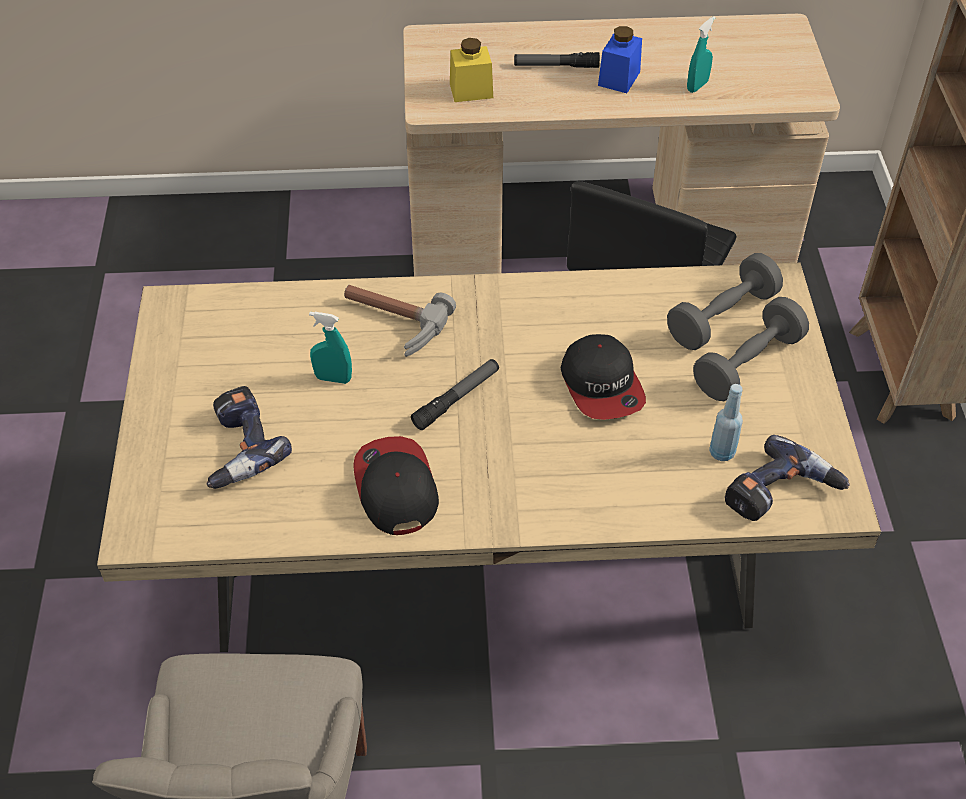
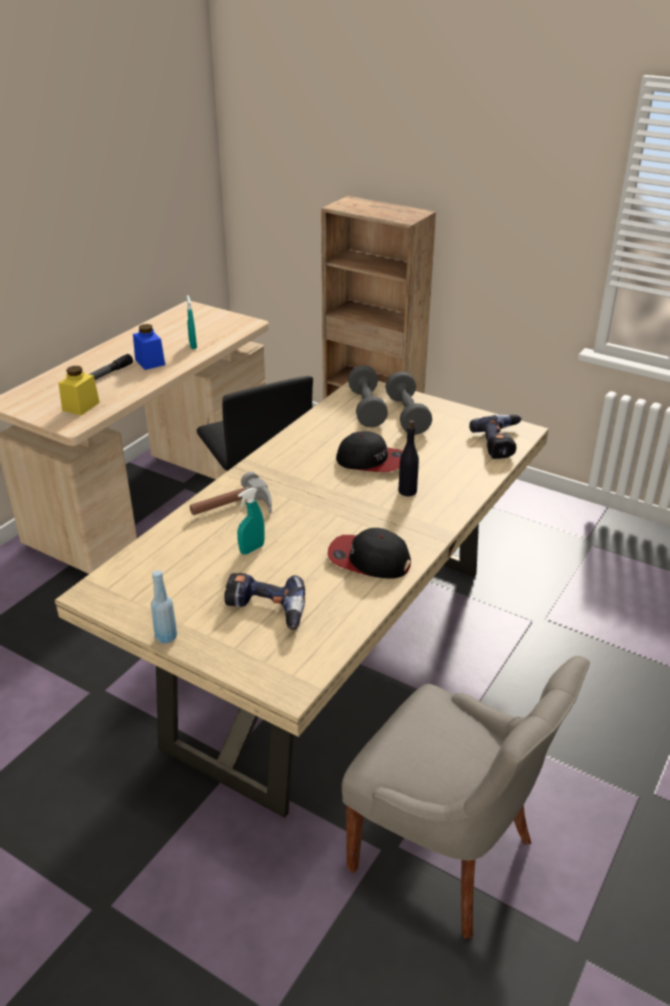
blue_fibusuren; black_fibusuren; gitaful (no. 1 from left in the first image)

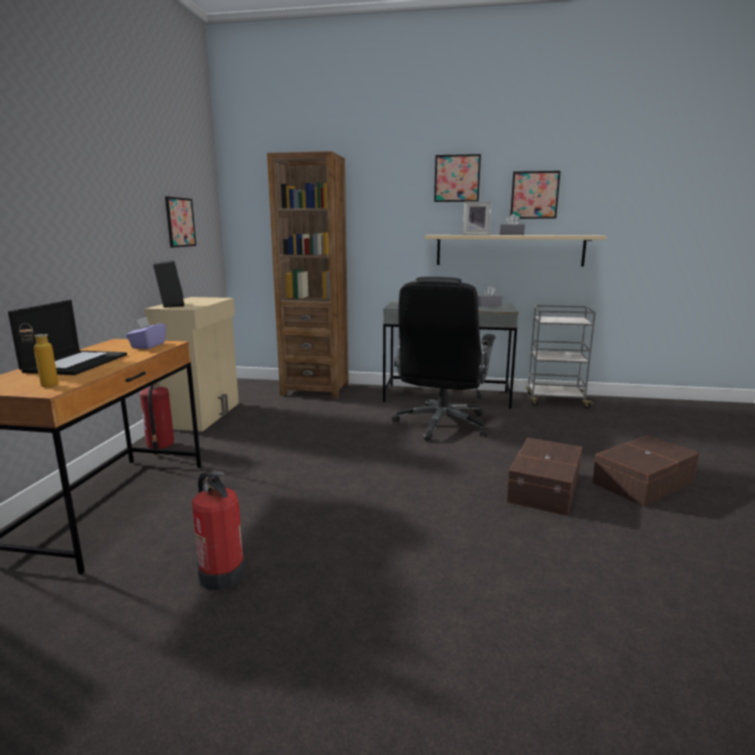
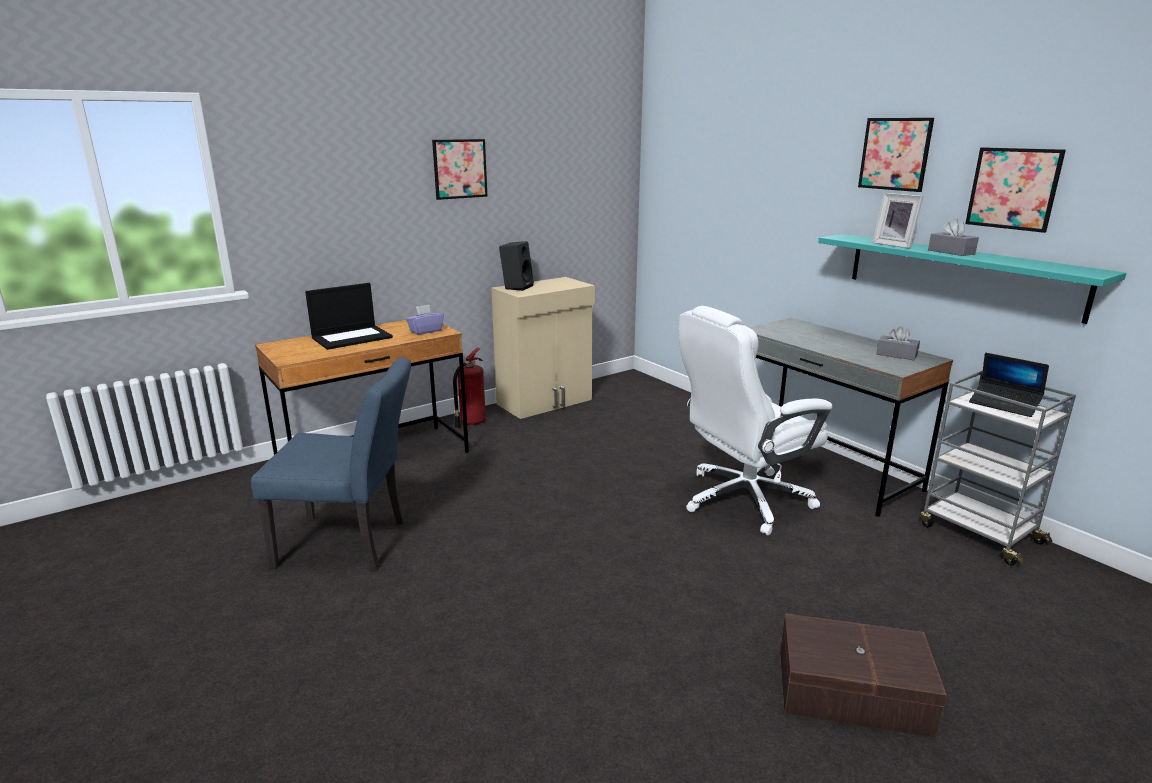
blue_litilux; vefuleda (no. 1 from left); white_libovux; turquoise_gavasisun; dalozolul (no. 2 from left); fibusuren; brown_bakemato; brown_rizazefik (no. 1 from left in the first image)

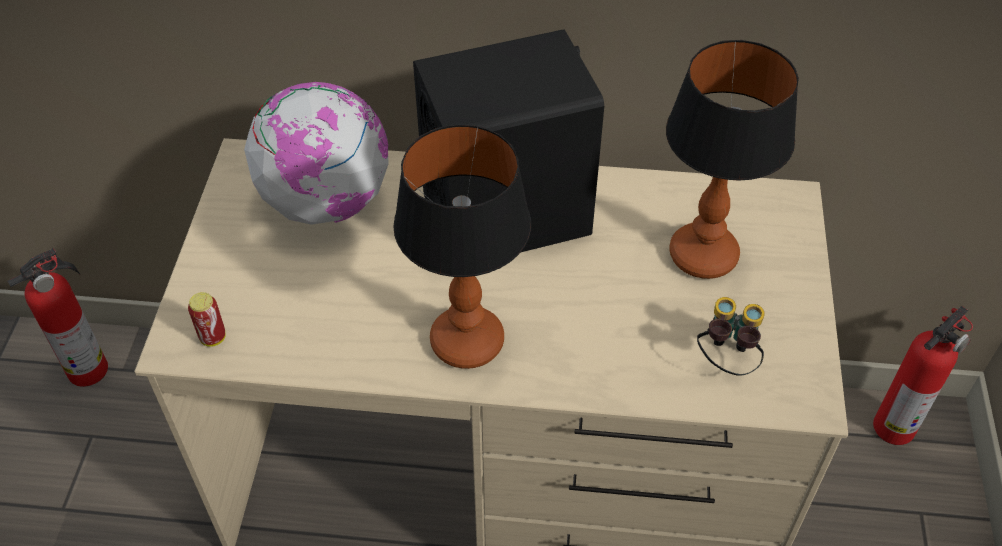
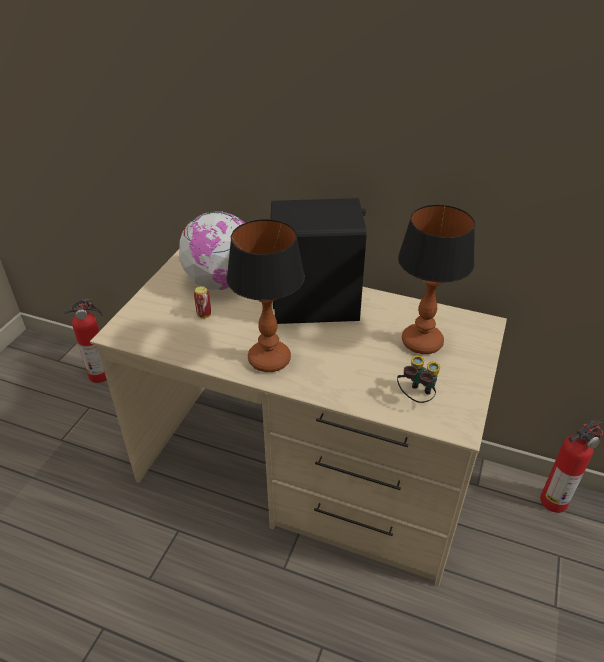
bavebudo

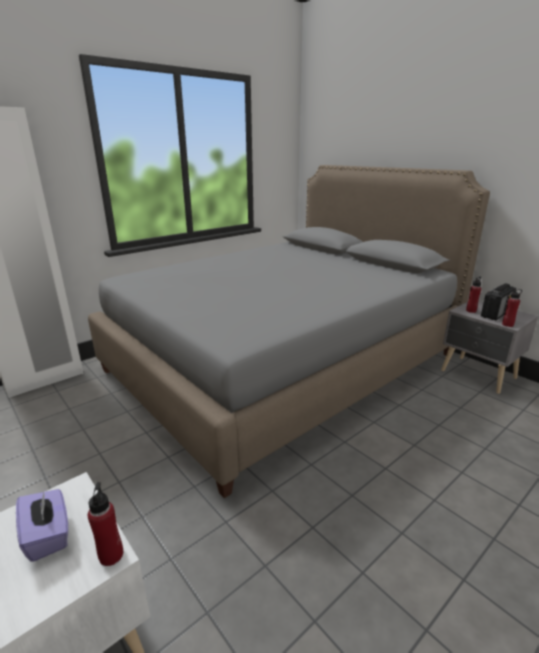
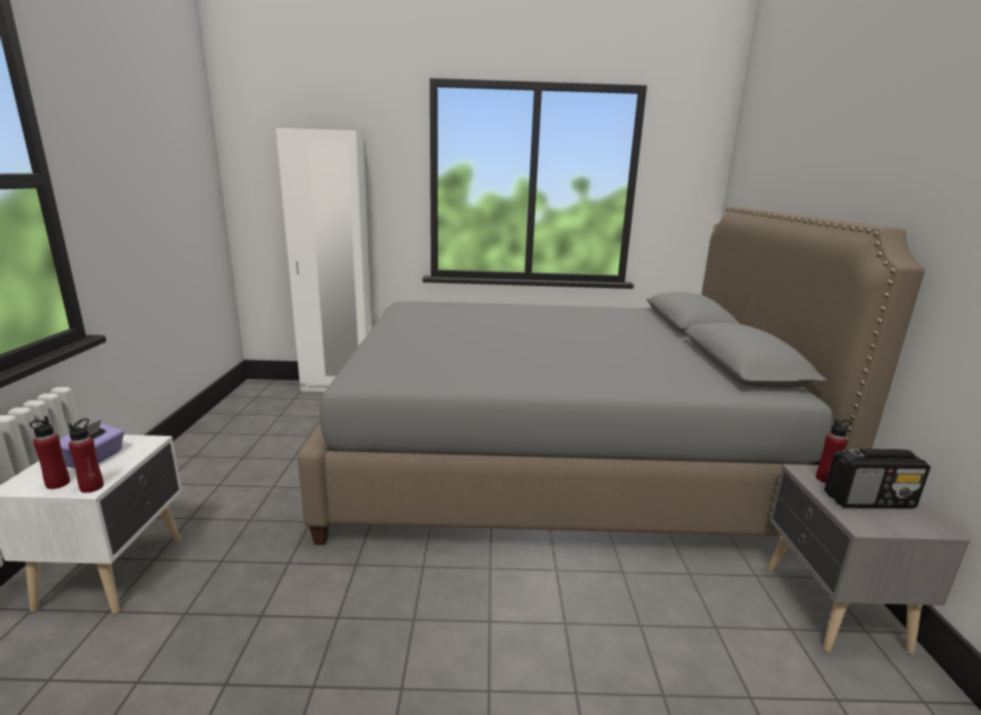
red_fibusuren (no. 1 from left)

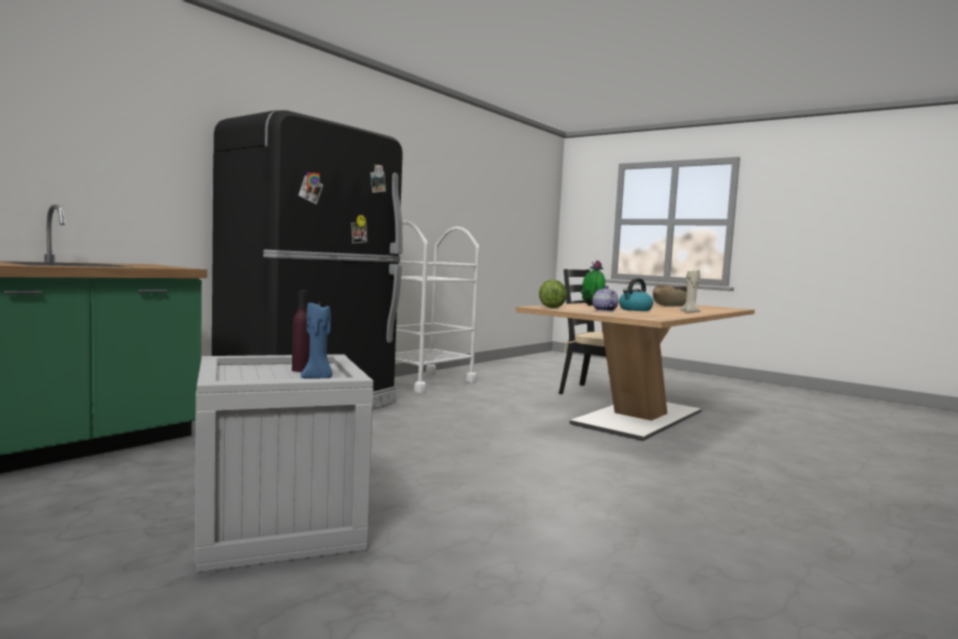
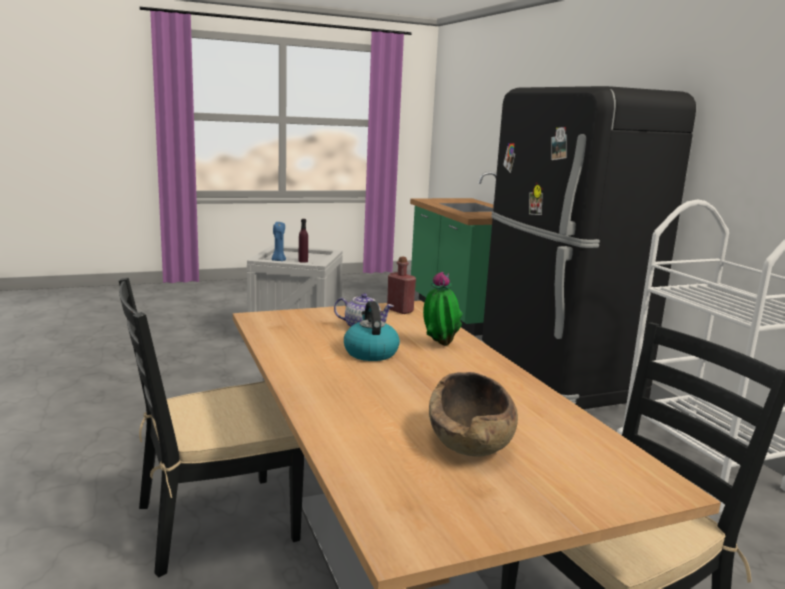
black_litilux (no. 1 from left); red_fibusuren; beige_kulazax

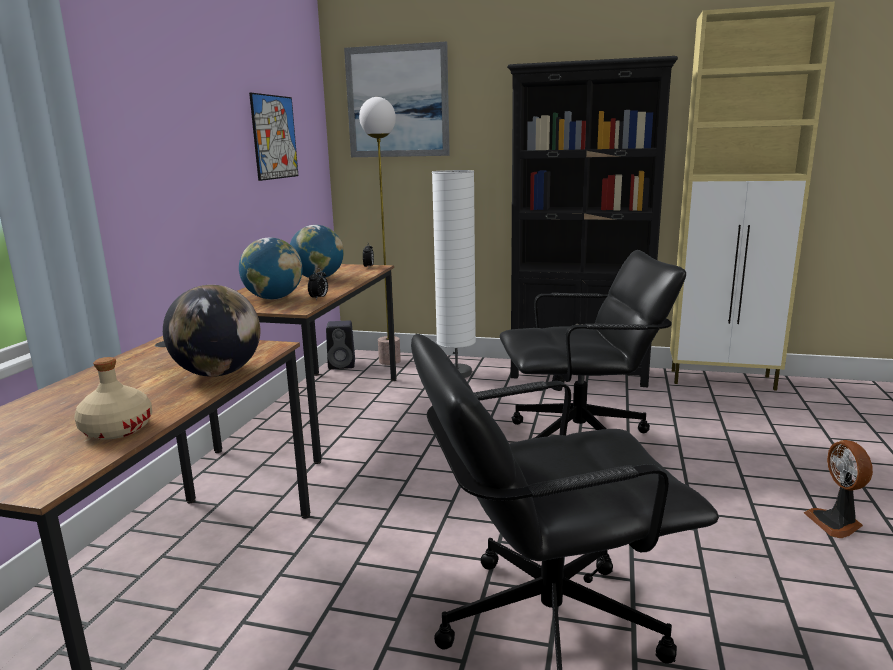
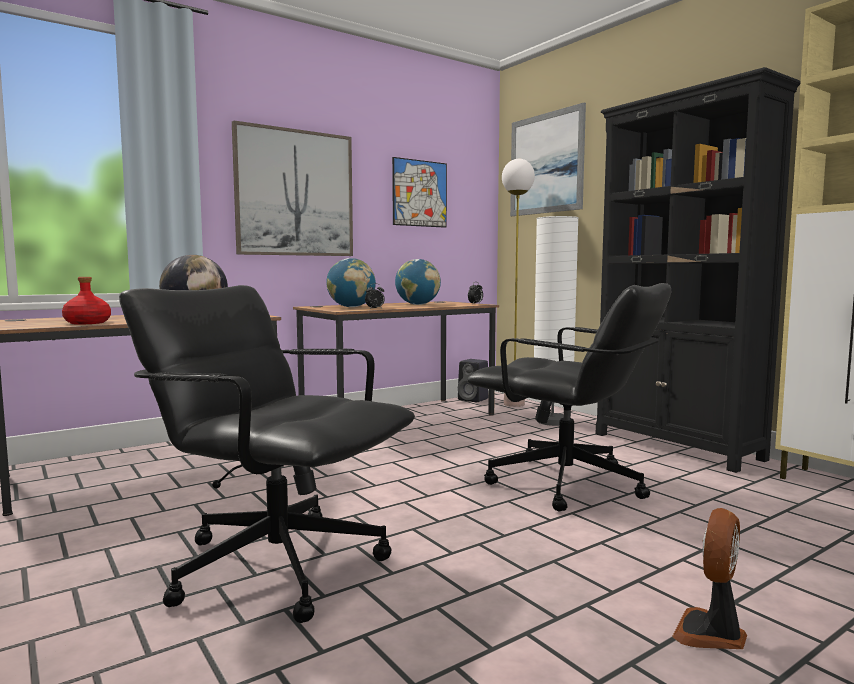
red_fibusuren; vefuleda (no. 1 from left)

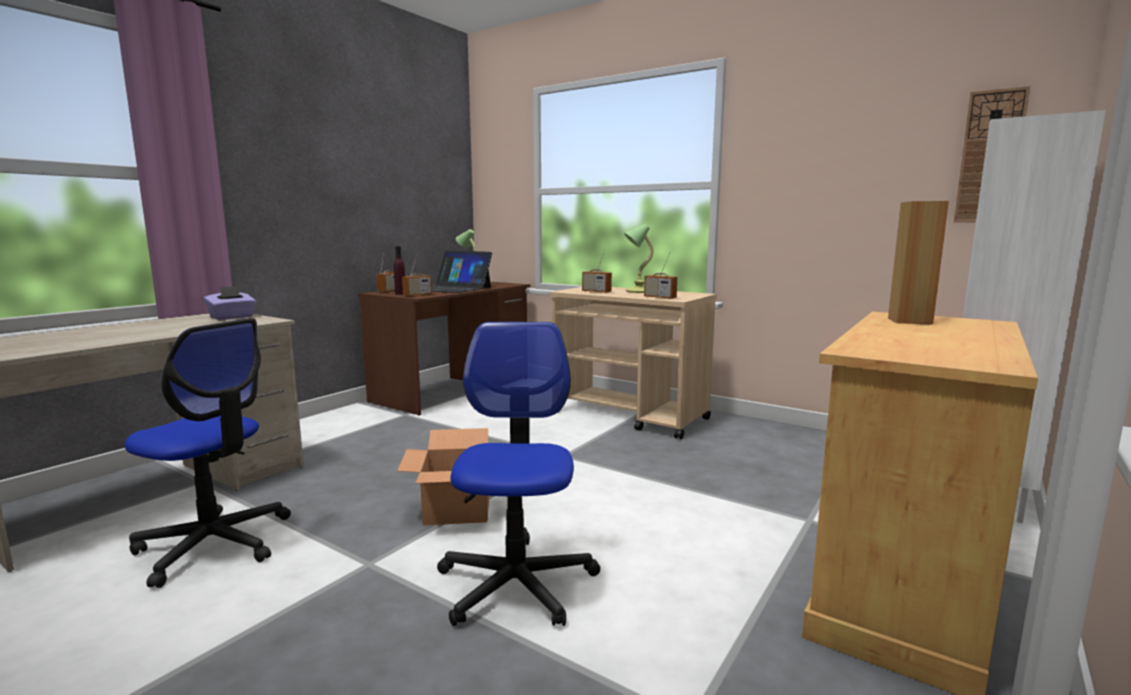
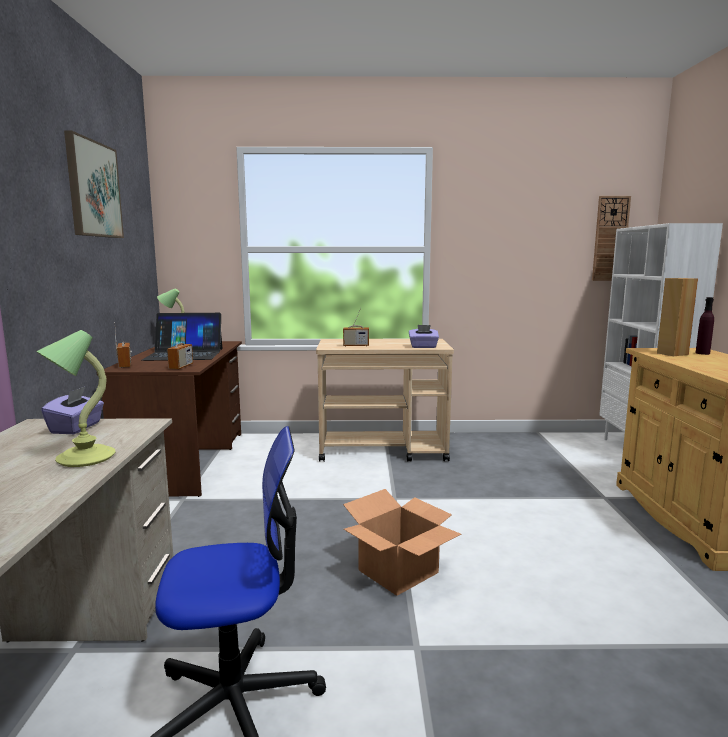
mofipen (no. 1 from left); vefuleda; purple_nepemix (no. 2 from left); purple_fibusuren; libovux (no. 2 from left in the first image)

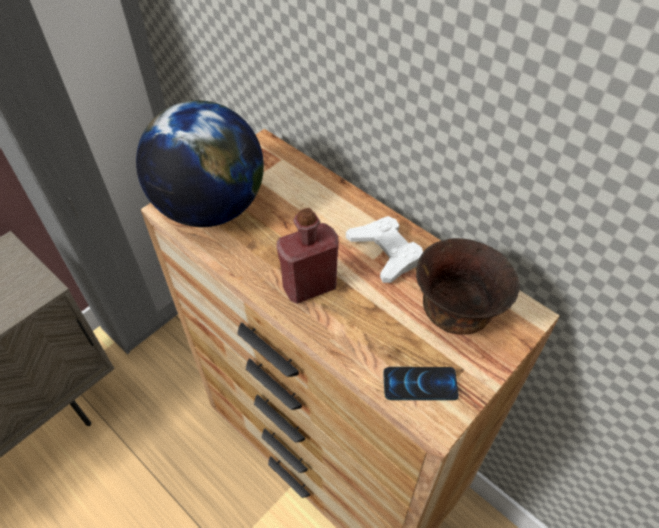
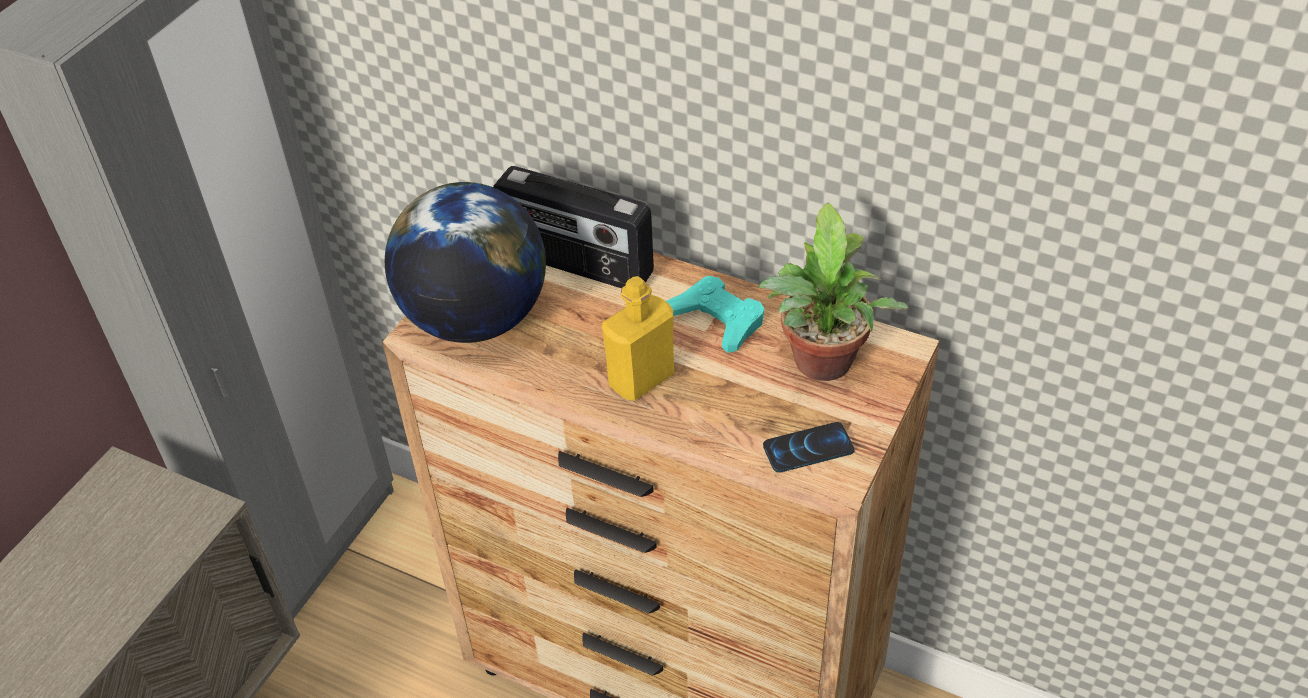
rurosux; yellow_fibusuren; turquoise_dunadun; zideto

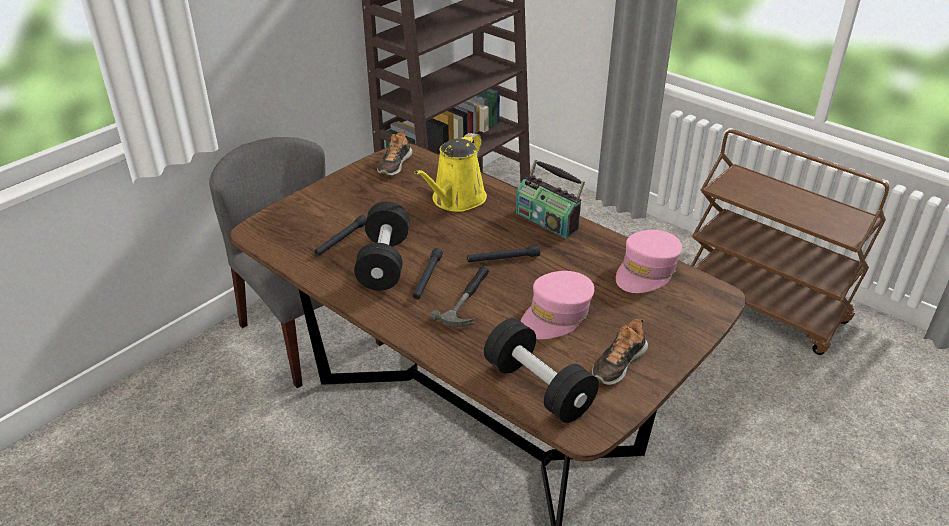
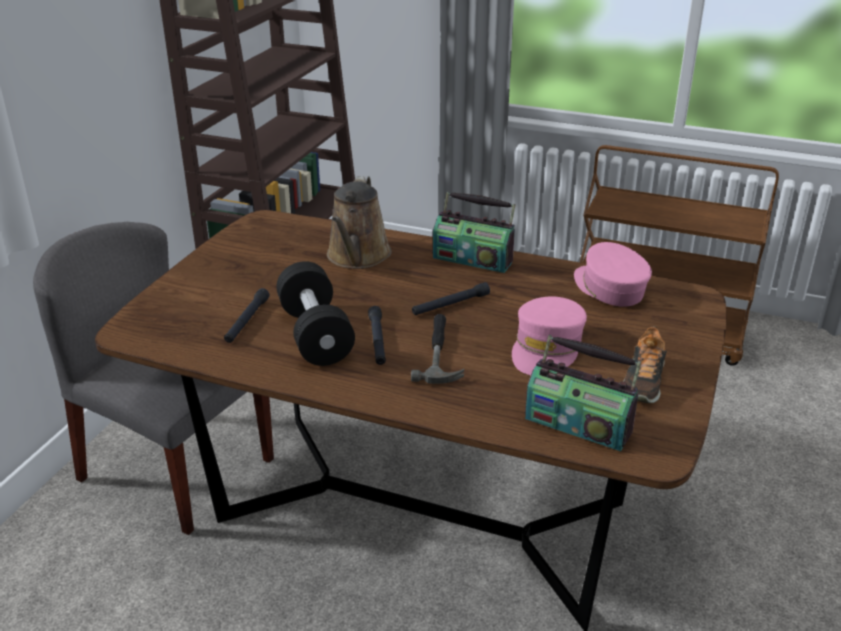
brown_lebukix; rurosux (no. 2 from left); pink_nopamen (no. 2 from left); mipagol (no. 1 from left in the first image)

